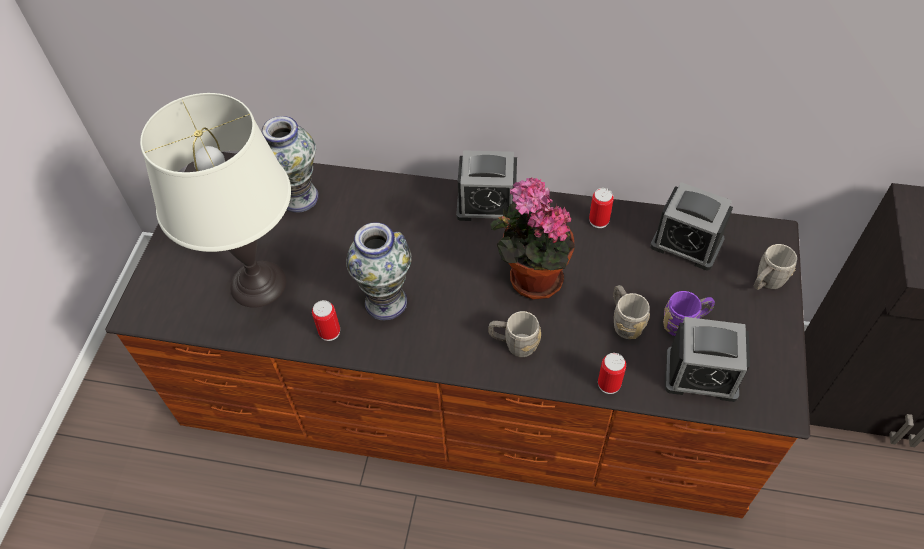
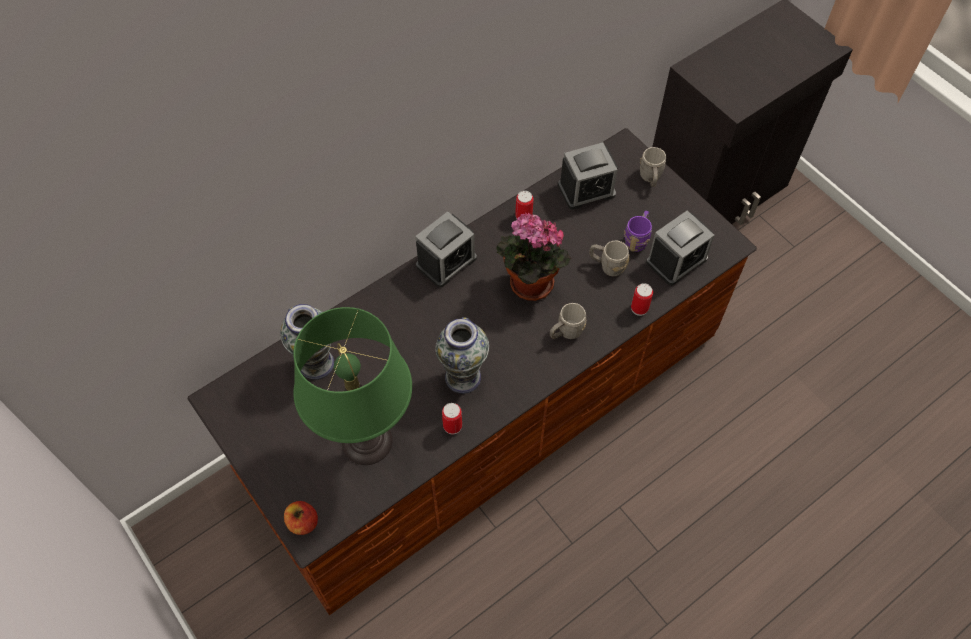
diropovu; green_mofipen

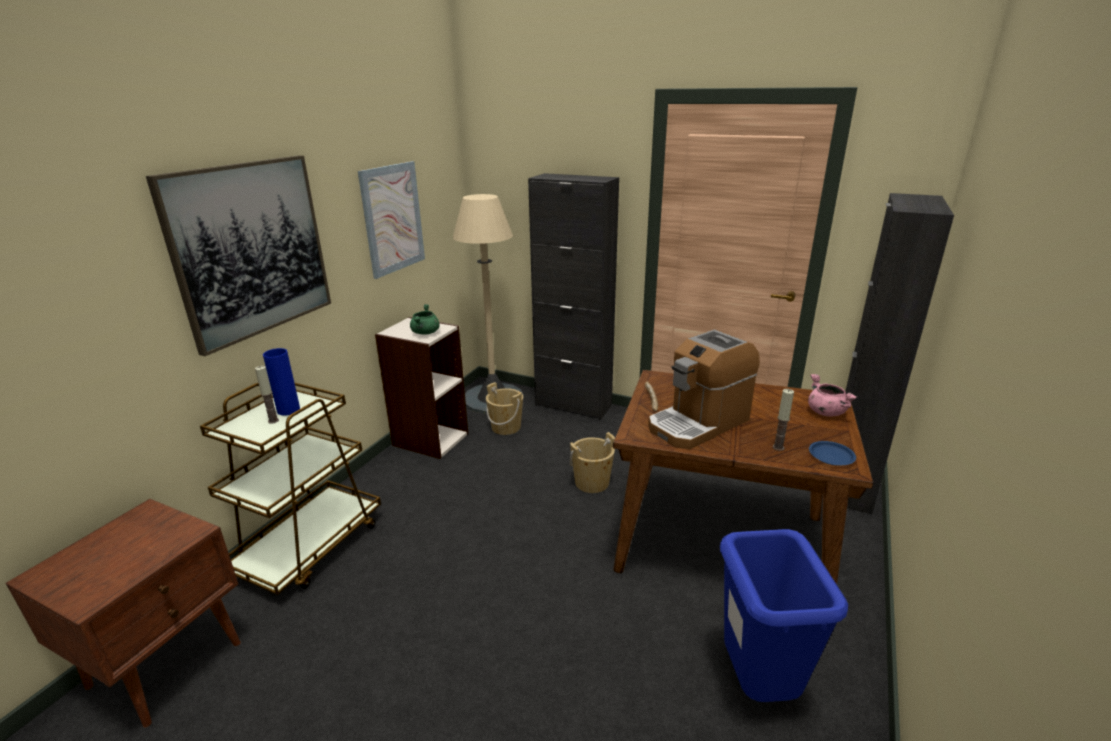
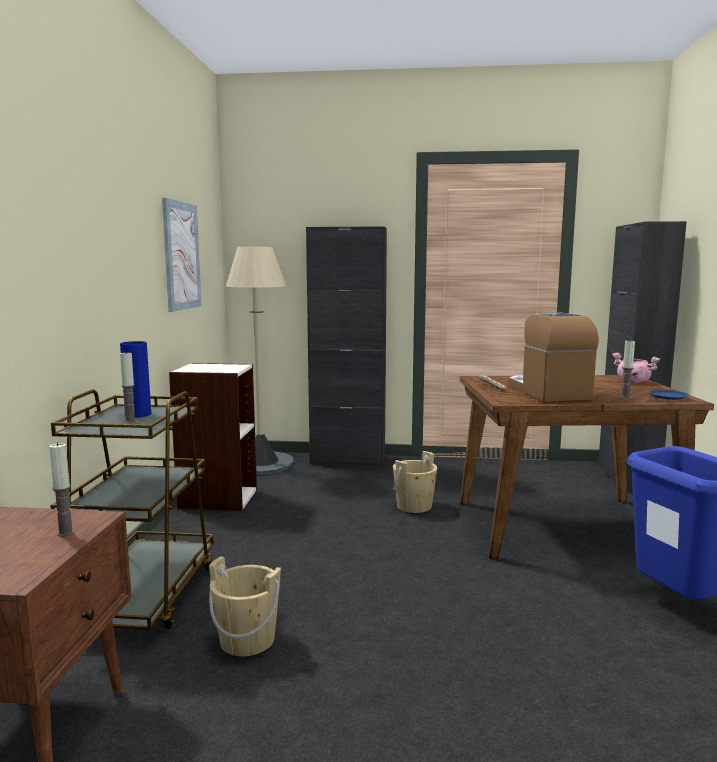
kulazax (no. 1 from left); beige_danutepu (no. 1 from left); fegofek; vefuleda (no. 1 from left in the first image); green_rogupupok

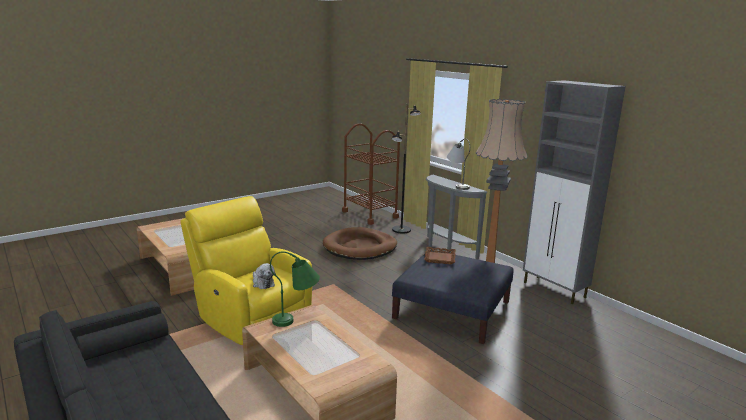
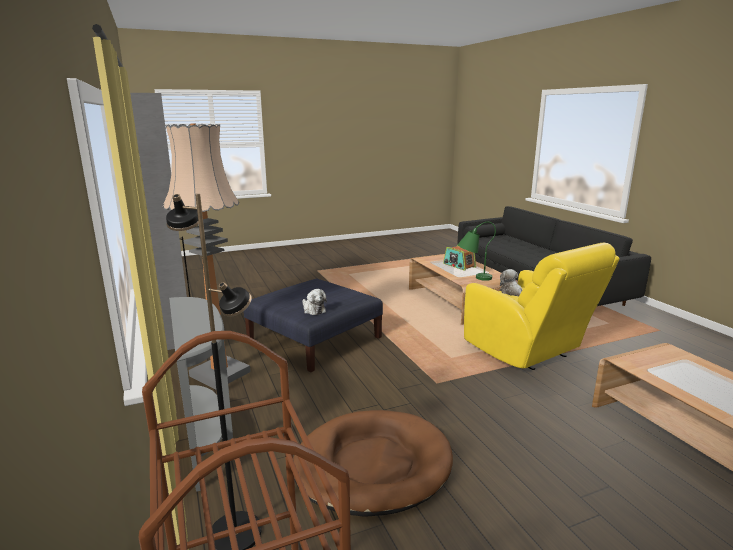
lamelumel (no. 1 from left); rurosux; grey_mofipen

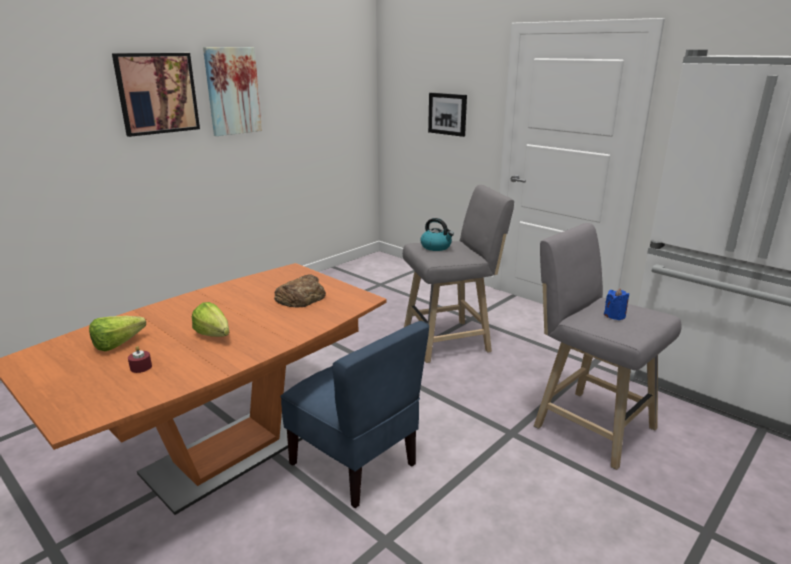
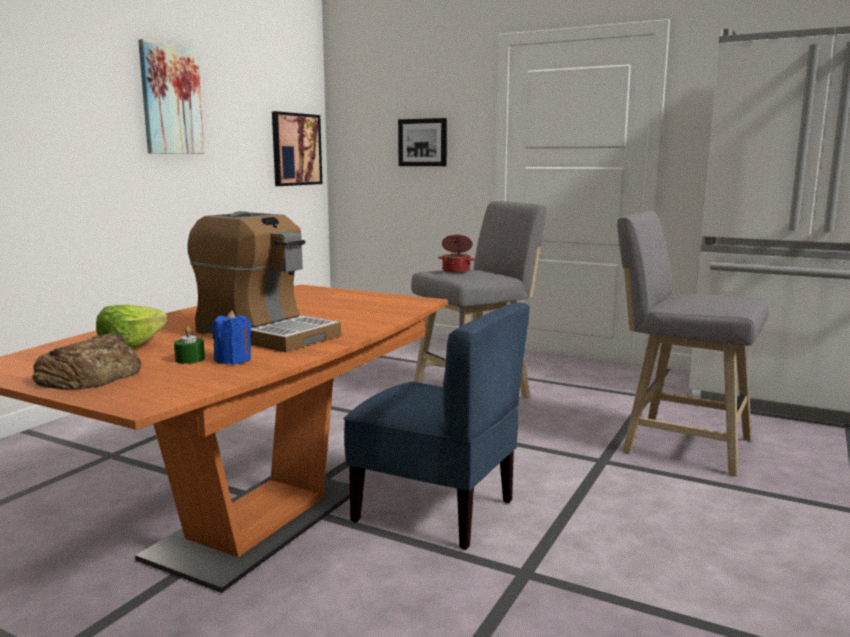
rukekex; green_kulazax; fegofek; blue_kulazax; vefuleda (no. 2 from left); rogupupok

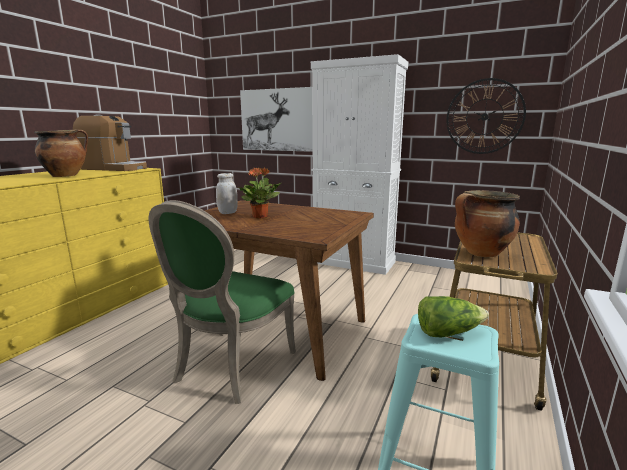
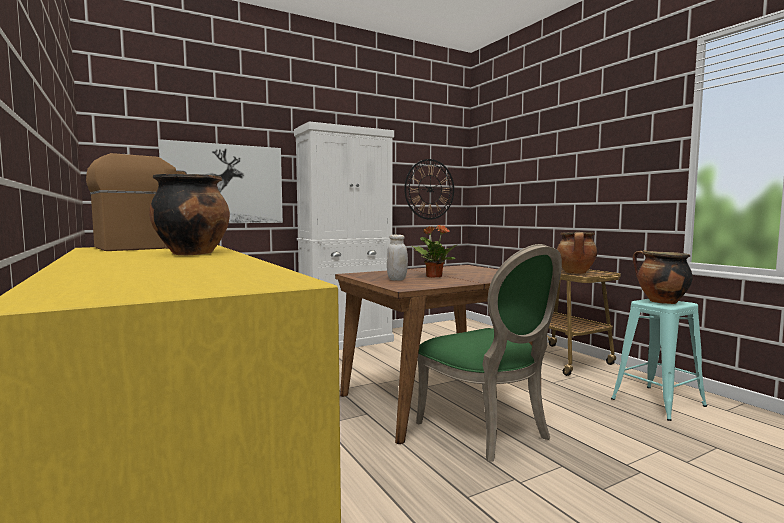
rogupupok (no. 3 from left)

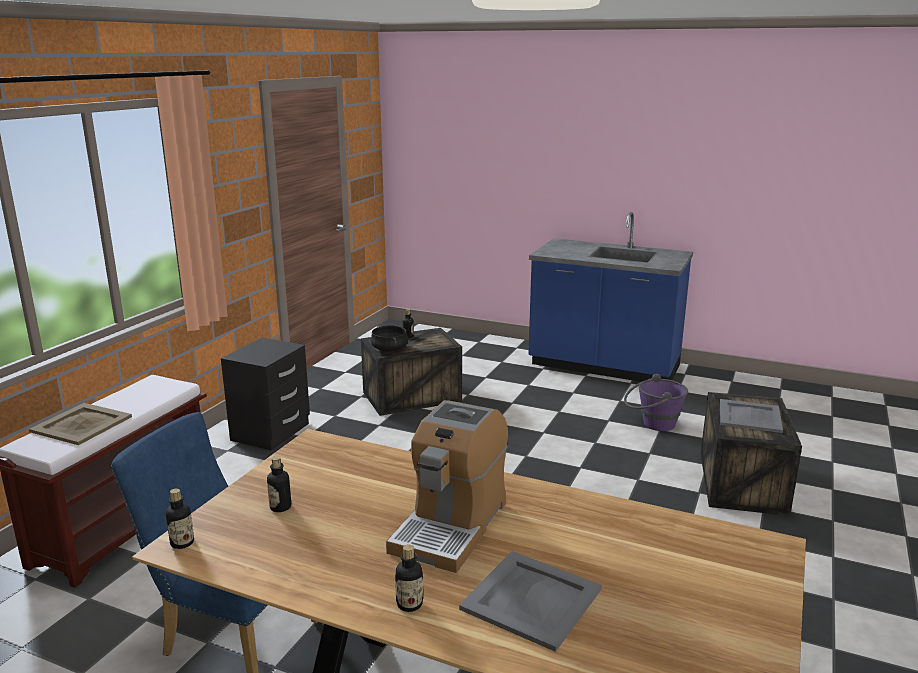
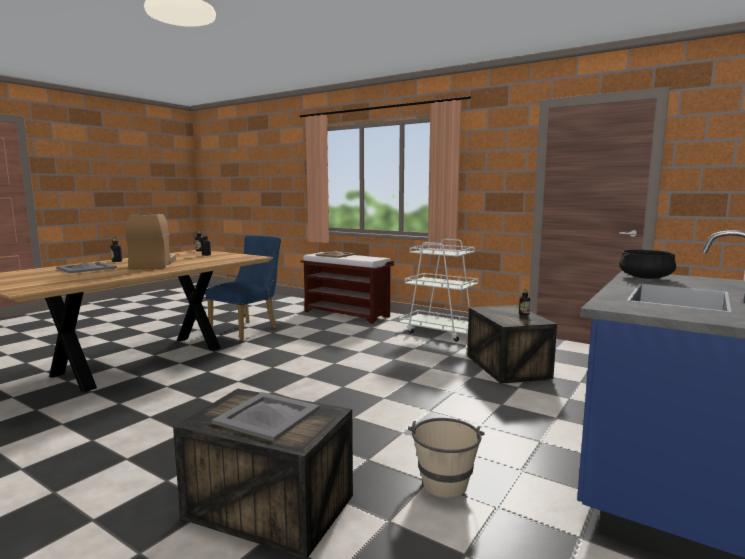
fegofek; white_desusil; beige_danutepu; black_rogupupok

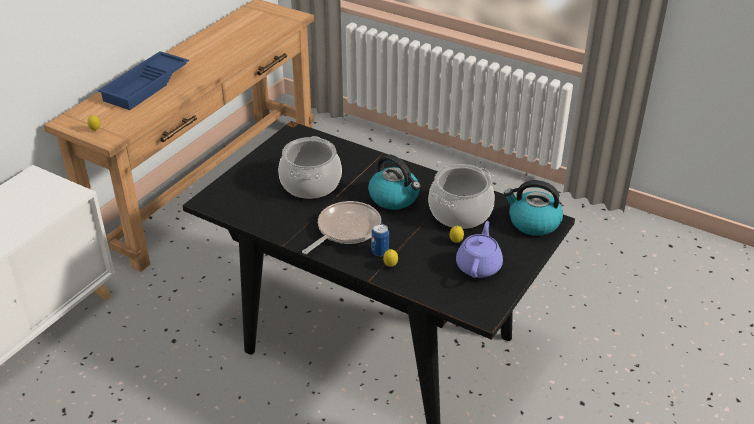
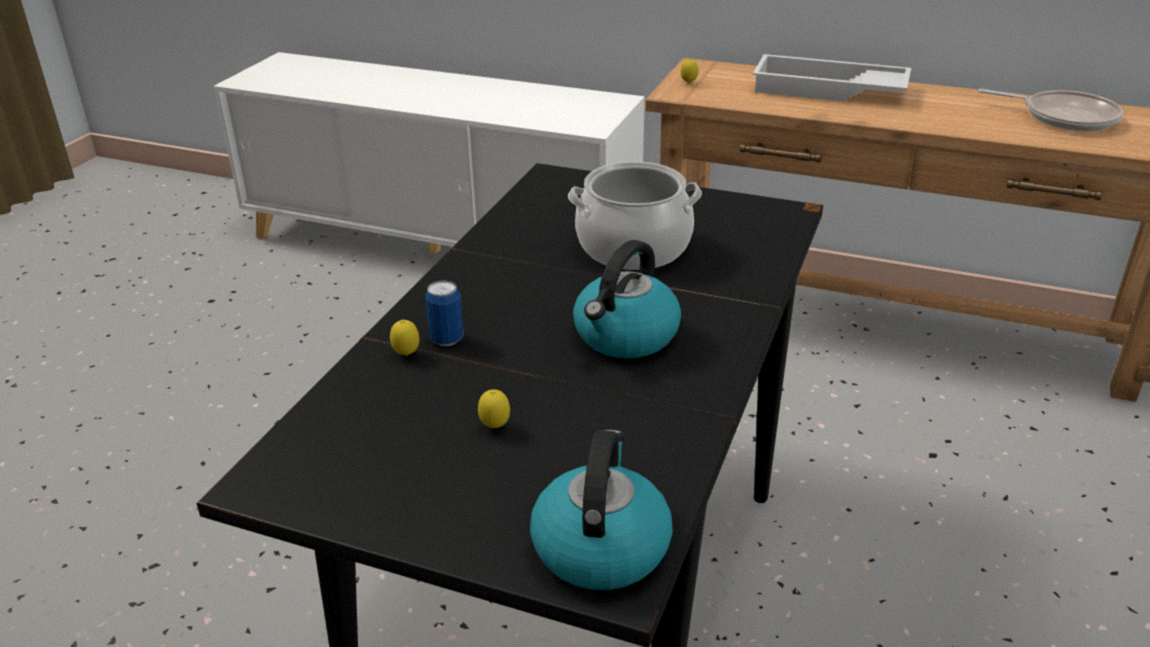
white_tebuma; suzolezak; rogupupok (no. 2 from left in the first image); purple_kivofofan

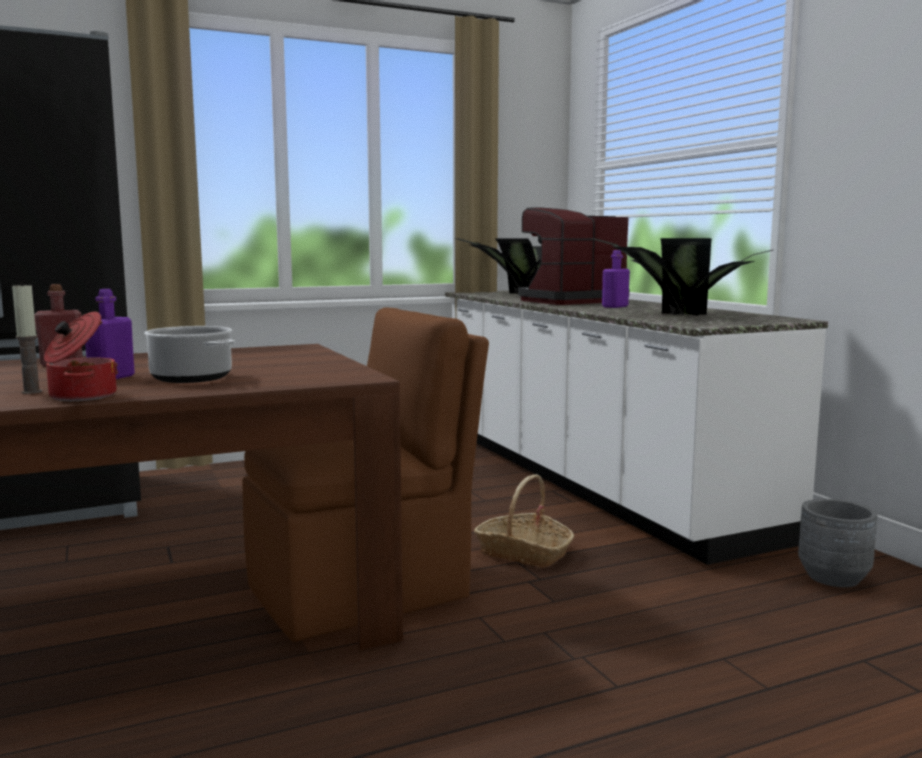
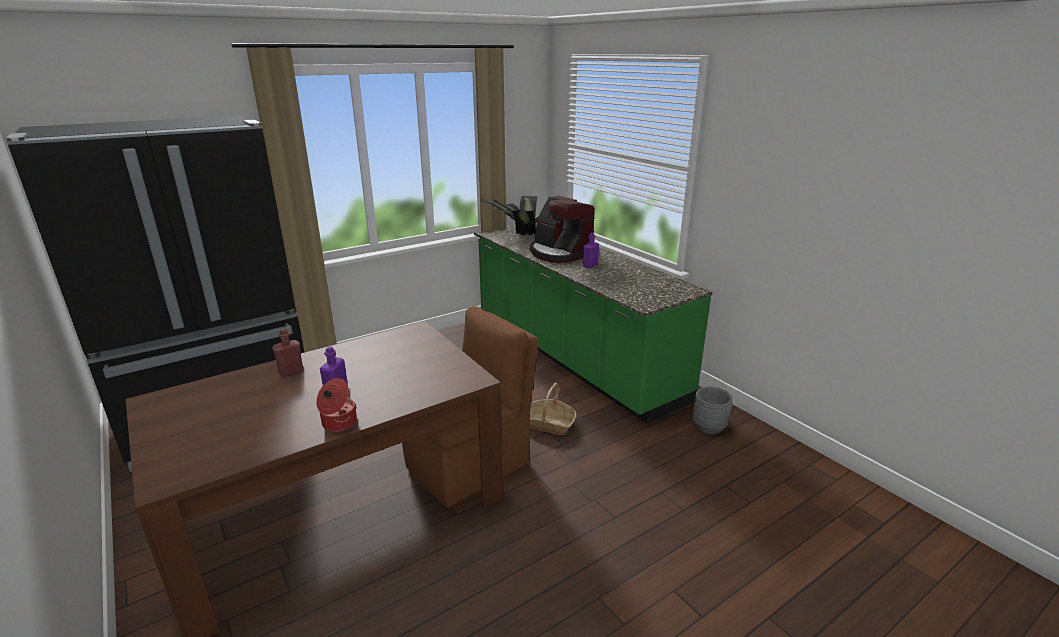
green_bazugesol; fegofek; kulazax; rogupupok (no. 2 from left in the first image); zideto (no. 2 from left in the first image)

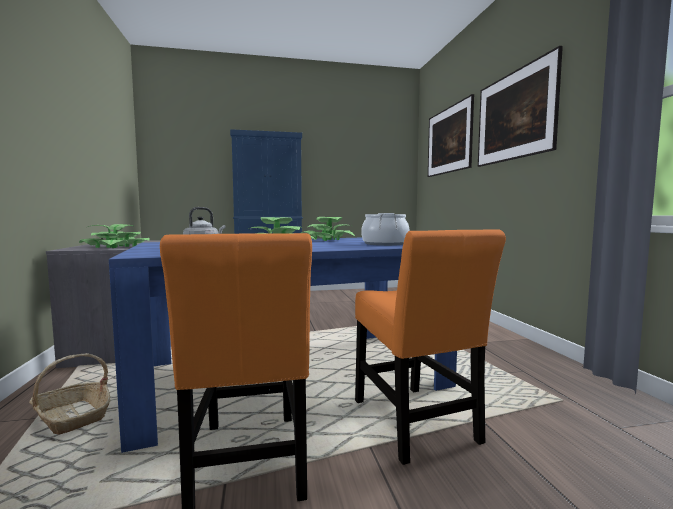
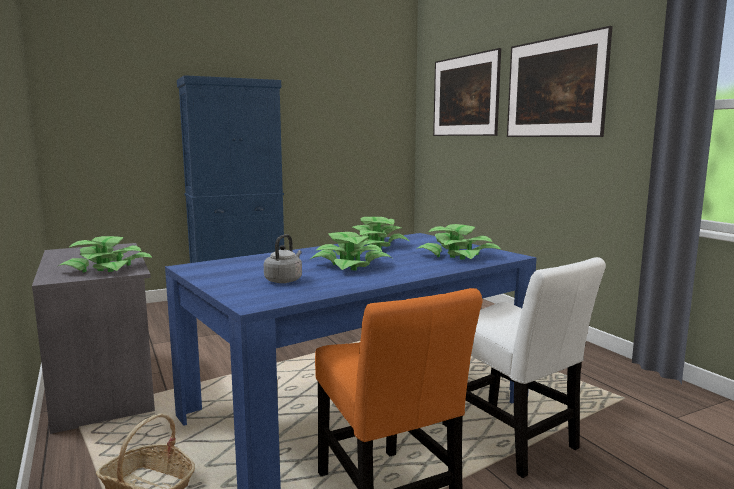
zideto (no. 4 from left); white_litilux

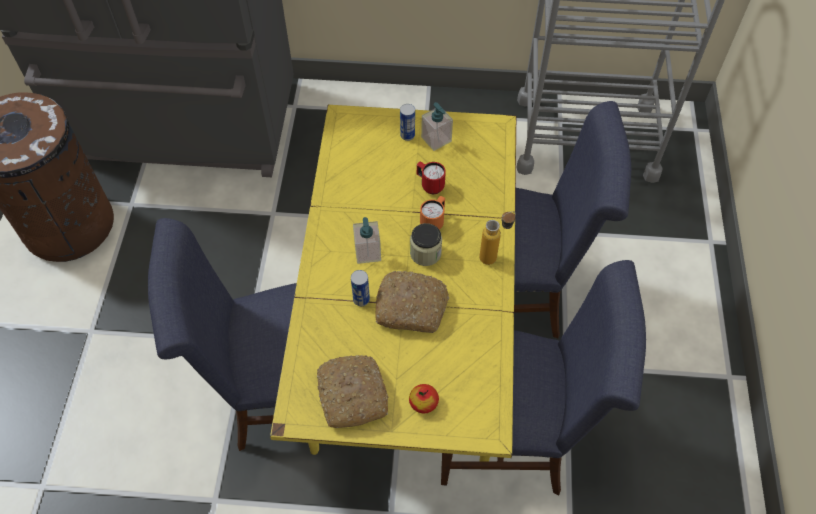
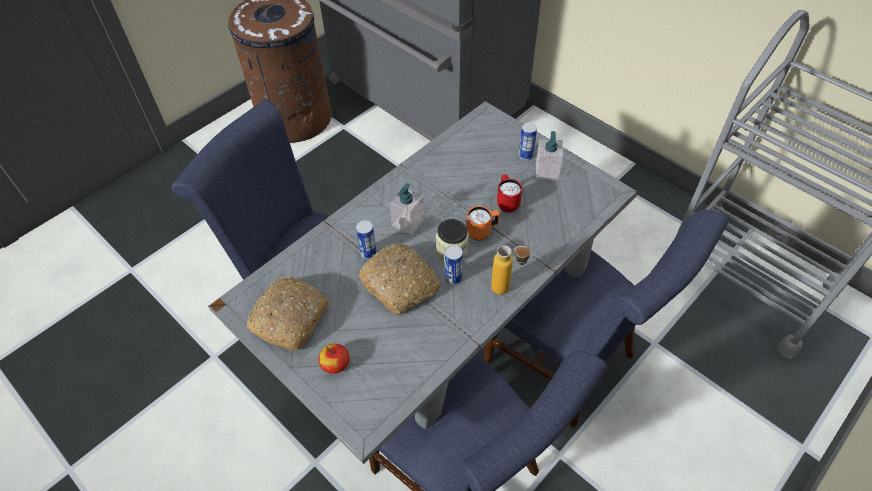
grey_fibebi; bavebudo (no. 2 from left)

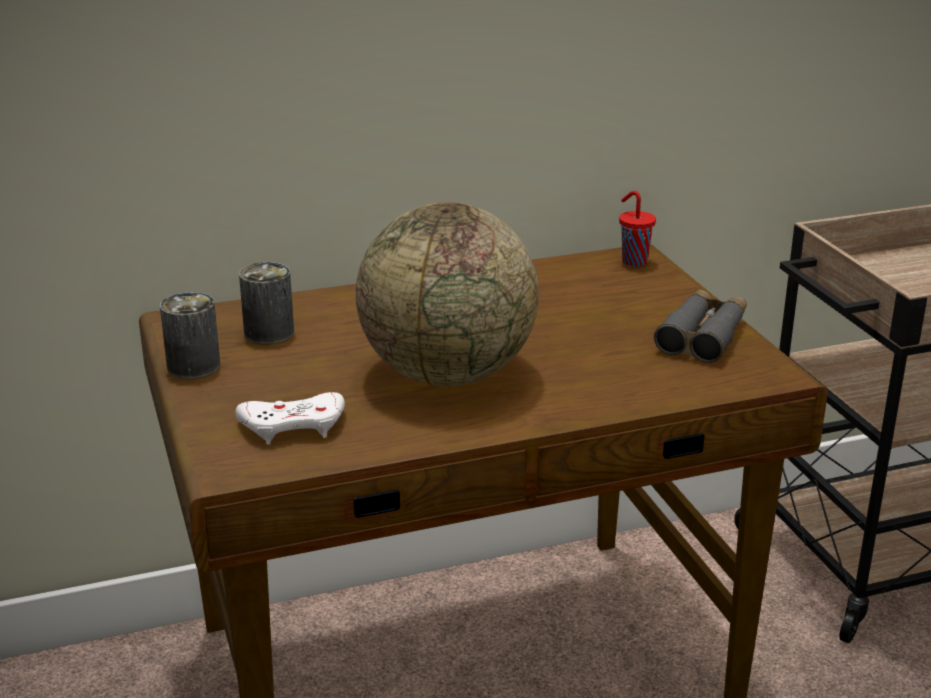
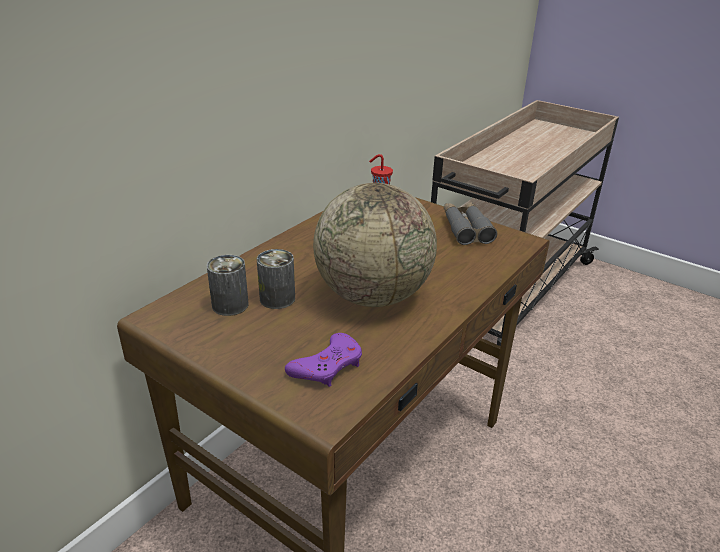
bavebudo (no. 2 from left); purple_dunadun

